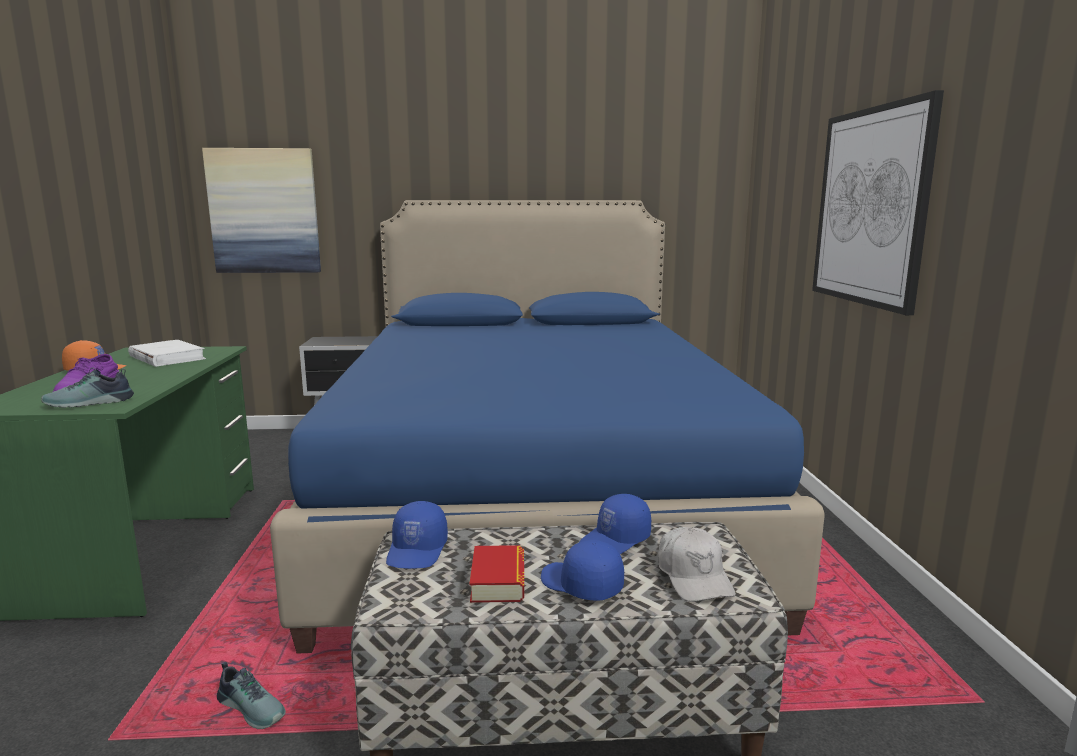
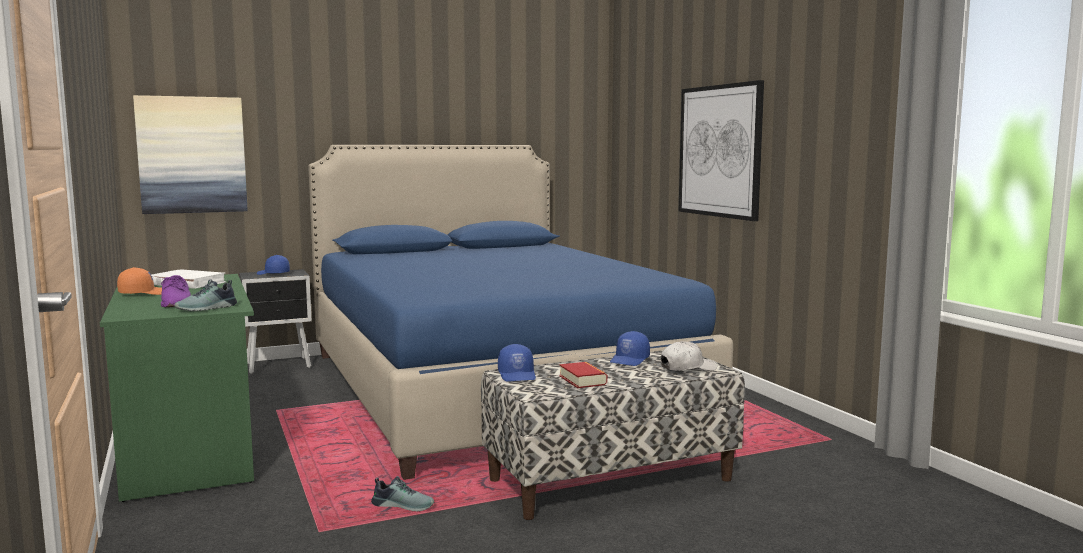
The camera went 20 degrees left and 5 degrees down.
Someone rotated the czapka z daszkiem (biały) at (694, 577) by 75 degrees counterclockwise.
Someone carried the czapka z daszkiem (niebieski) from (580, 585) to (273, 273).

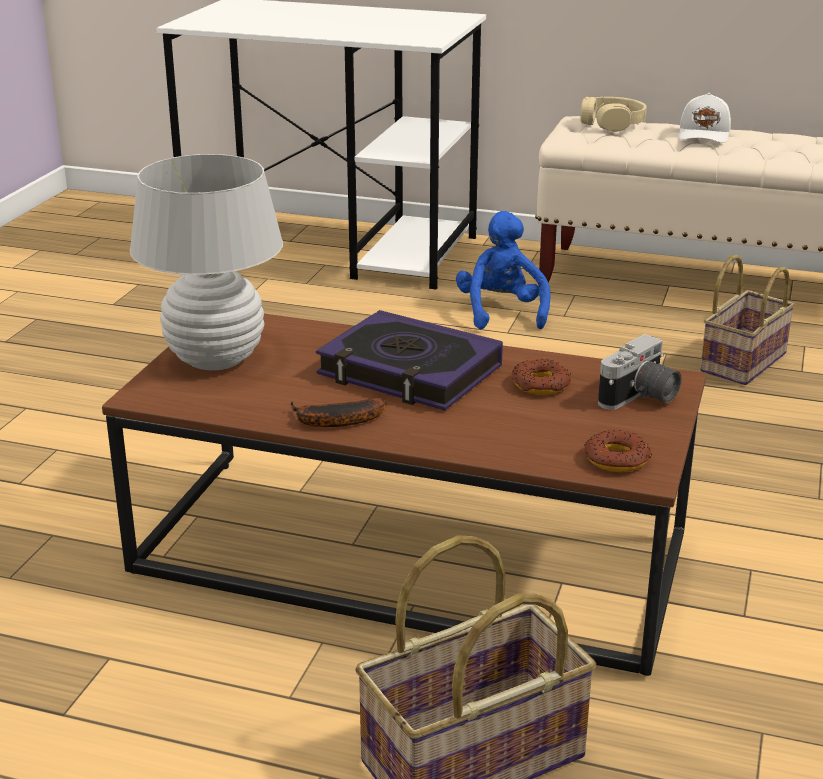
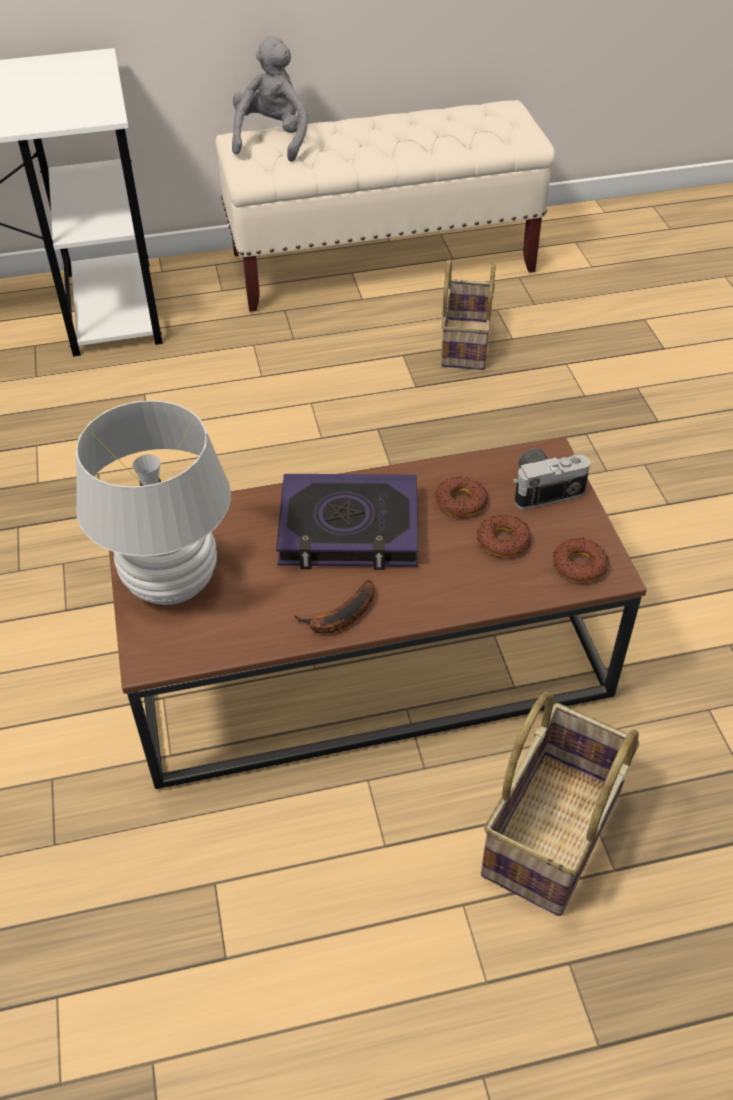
The camera went 30 degrees left and 20 degrees up.
Someone took away the czapka z daszkiem (biały) at (705, 135).
Someone swapped the słuchawki (beżowy) at (611, 123) for the pluszak (szary) at (272, 139).
Someone took away the pluszak (niebieski) at (501, 312).
Someone rotated the aparat fotograficzny at (641, 398) by 120 degrees counterclockwise.
Someone put down the donut at (503, 541).

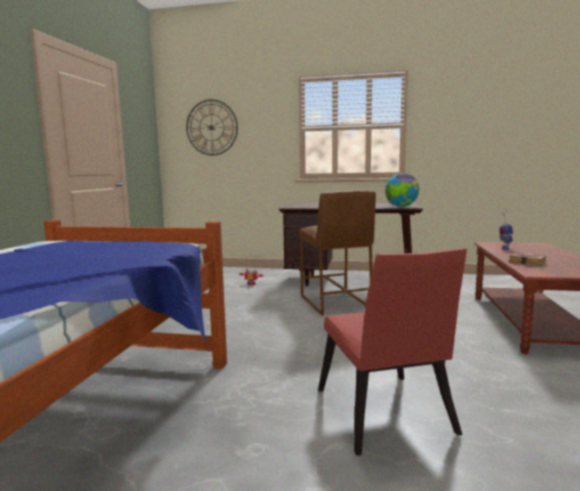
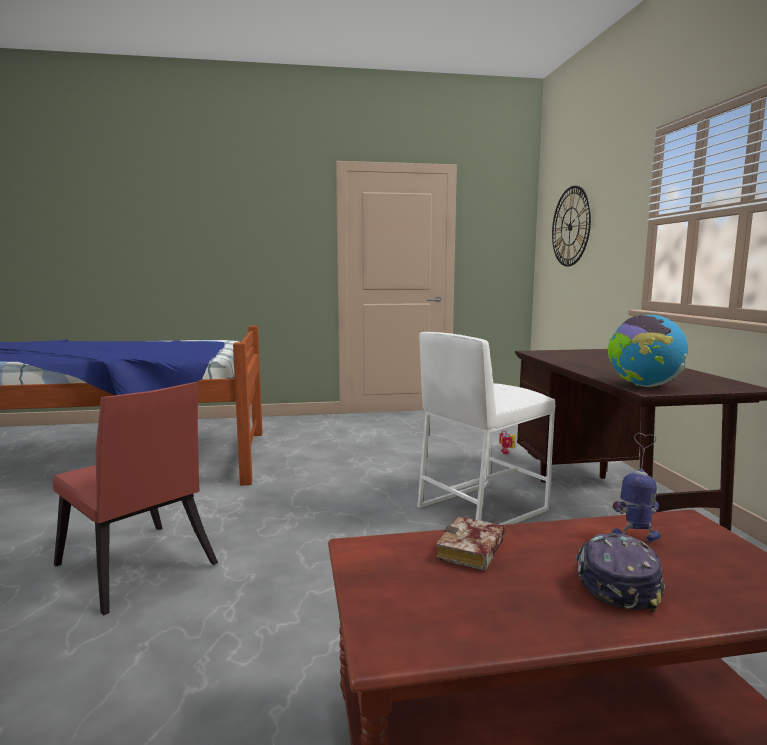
The camera went 70 degrees right and 0 degrees up.
Someone repainted the stołek (brązowy) at (334, 302), which became the stołek (biały) at (481, 508).
Someone rotated the krzesło (czerwony) at (385, 417) by 105 degrees counterclockwise.
Someone put down the czapka z daszkiem at (616, 583).

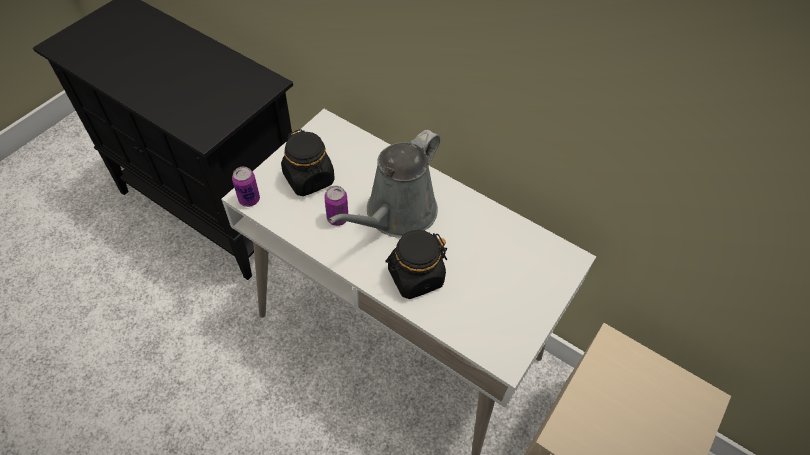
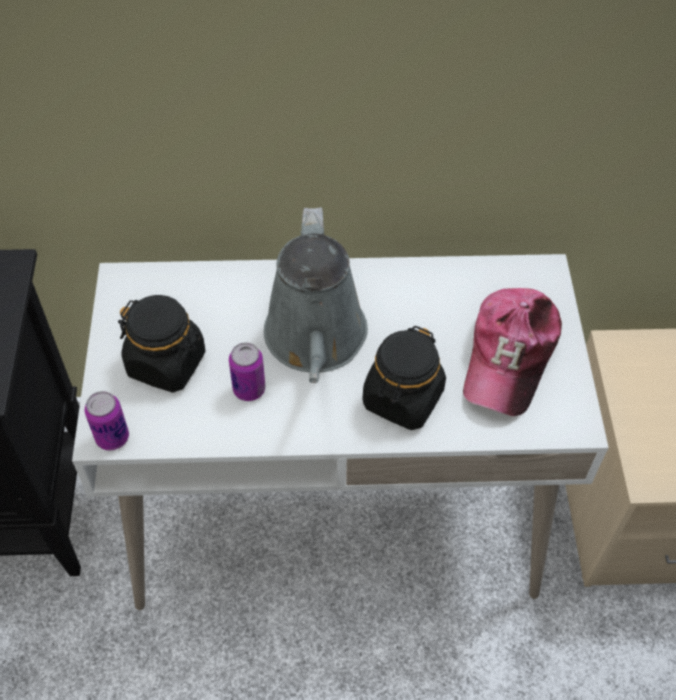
The camera went 35 degrees left and 0 degrees up.
Someone put down the czapka z daszkiem at (510, 356).

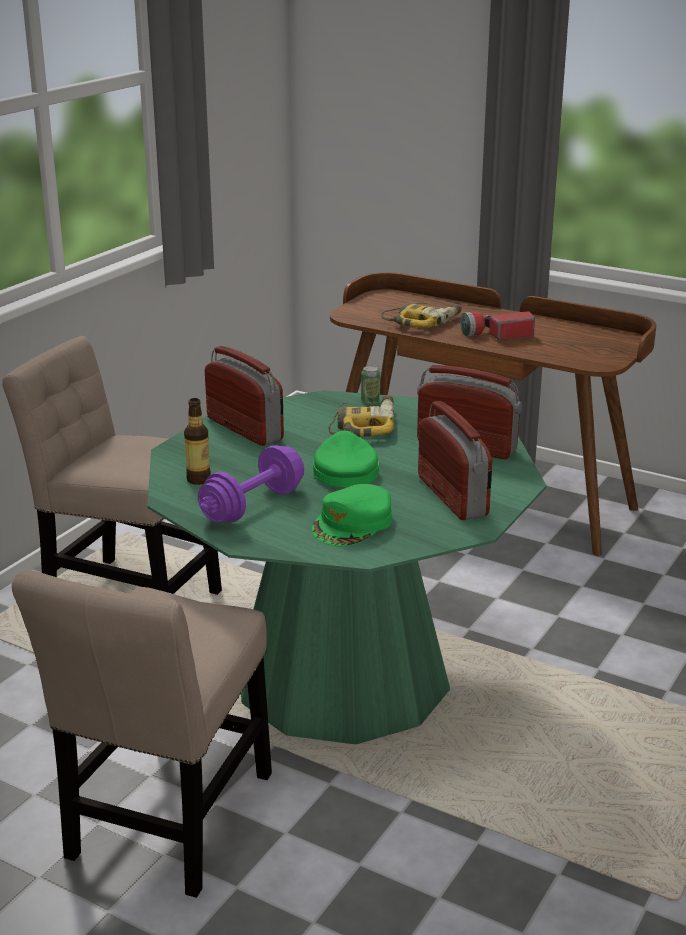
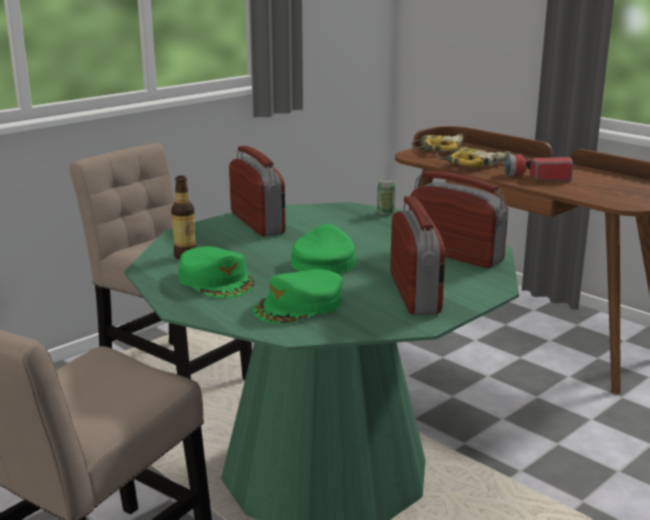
The camera went 15 degrees right and 5 degrees down.
Someone carried the wiertarka from (363, 425) to (439, 149).
Someone swapped the hantel (fioletowy) at (252, 506) for the czapka z daszkiem (zielony) at (217, 281).

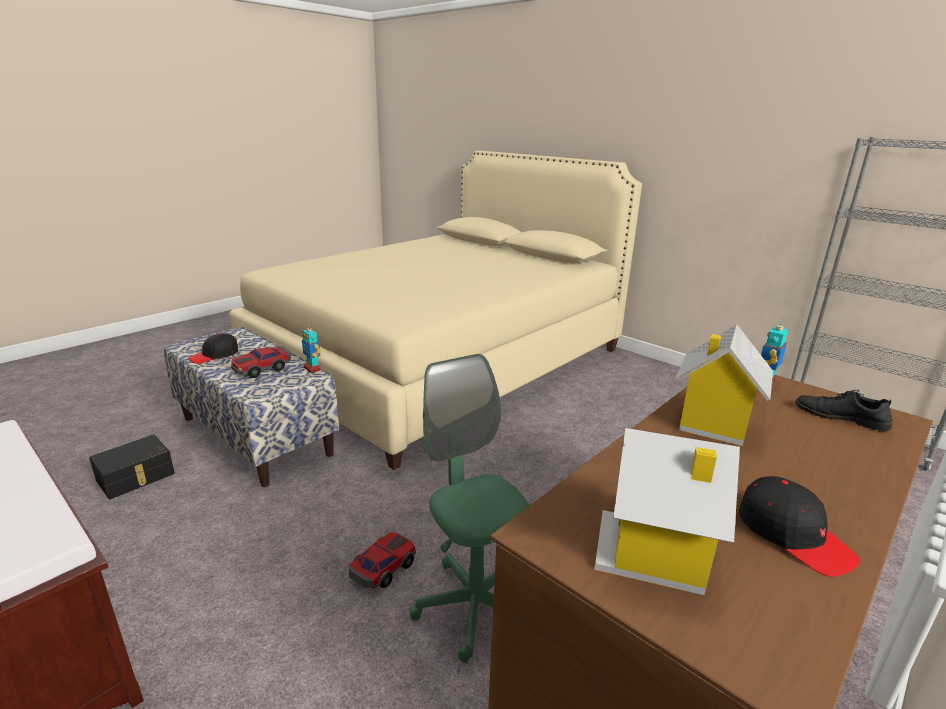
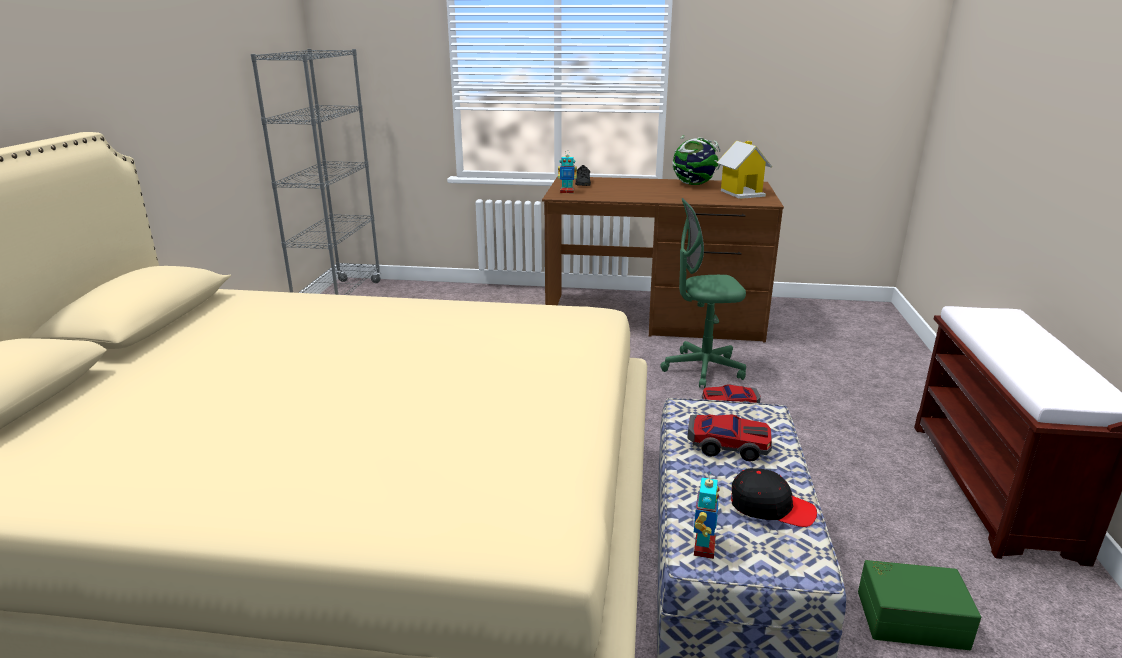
The camera went 125 degrees left and 0 degrees up.
Someone took away the domek at (712, 423).
Someone carried the robot zabawkowy from (312, 369) to (703, 547).
Someone rotated the krzesło biurowe (zielony) at (473, 606) by 60 degrees clockwise.
Someone repainted the pojemnik do przechowywania (czarny) at (136, 477), which became the pojemnik do przechowywania (zielony) at (910, 617).
Someone swapped the czapka z daszkiem (czarny) at (793, 535) for the globus at (694, 184).

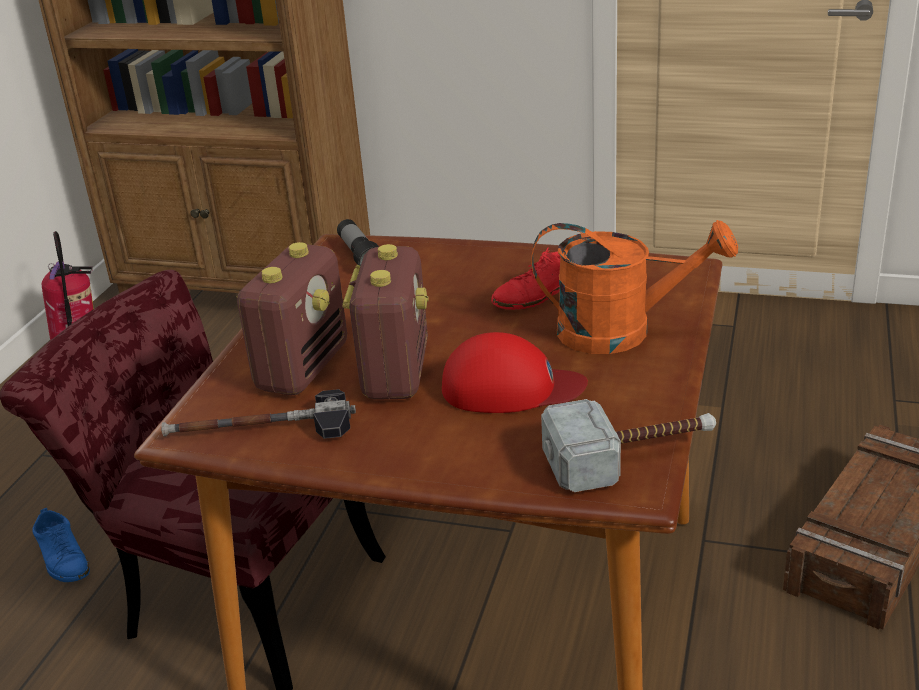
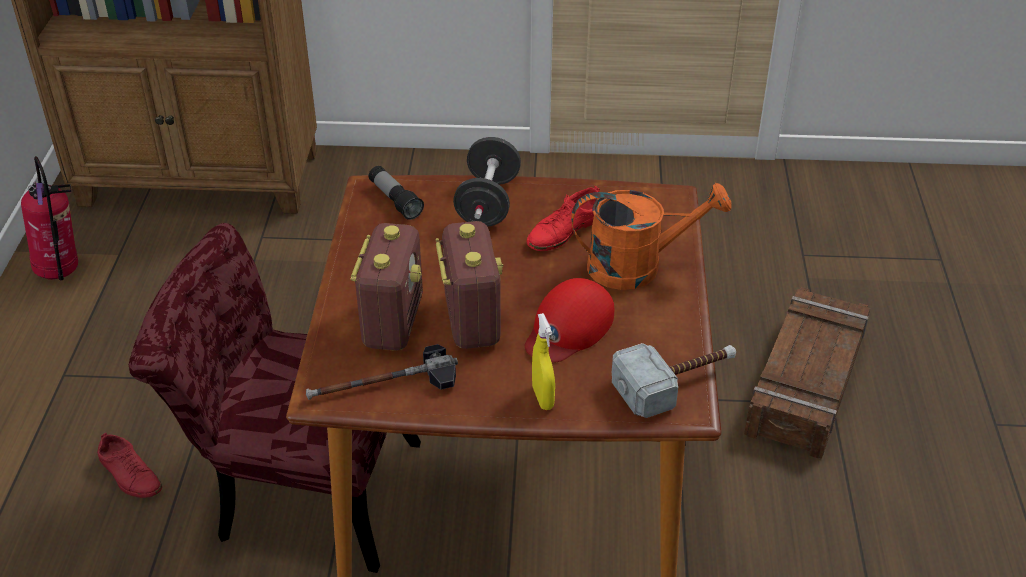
The camera went 15 degrees left and 10 degrees up.
Someone rotated the czapka z daszkiem (czerwony) at (511, 388) by 135 degrees clockwise.
Someone repainted the but (niebieski) at (63, 558), which became the but (czerwony) at (130, 475).
Someone put down the hantel (czarny) at (488, 203).
Someone put down the spryskiwacz (żółty) at (542, 398).

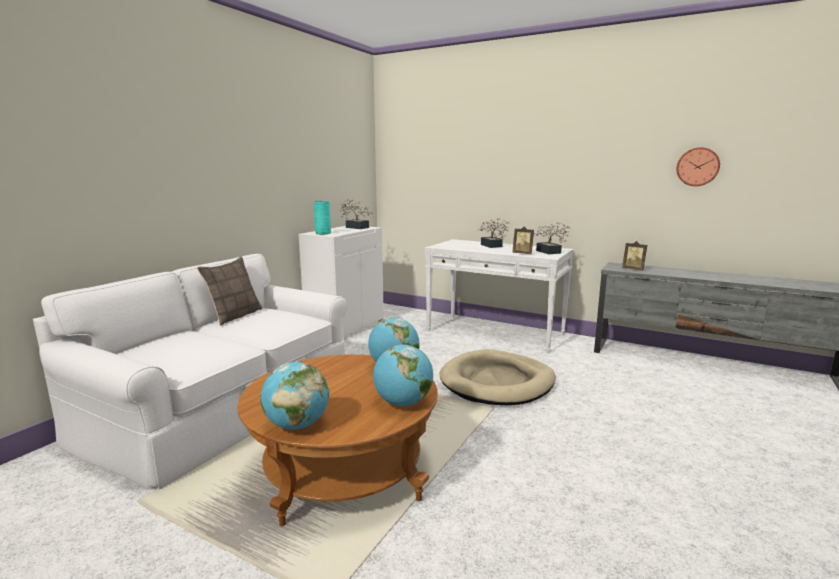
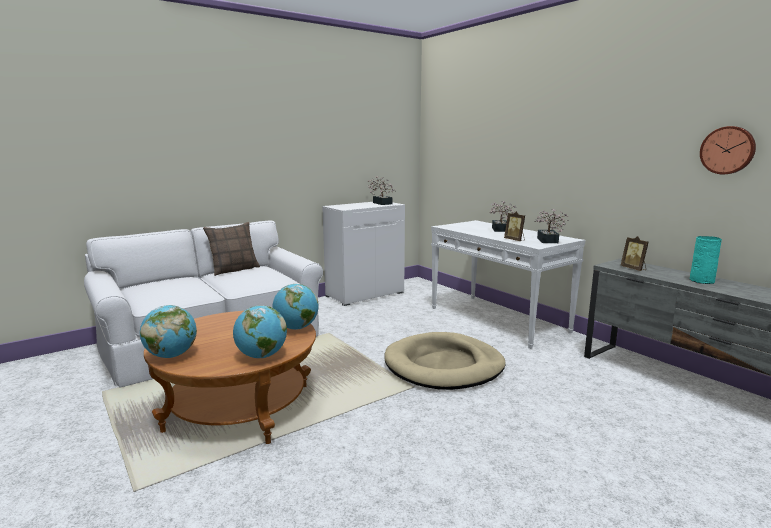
The camera went 25 degrees right and 0 degrees up.
Someone carried the wazon (turkusowy) from (323, 233) to (702, 281).

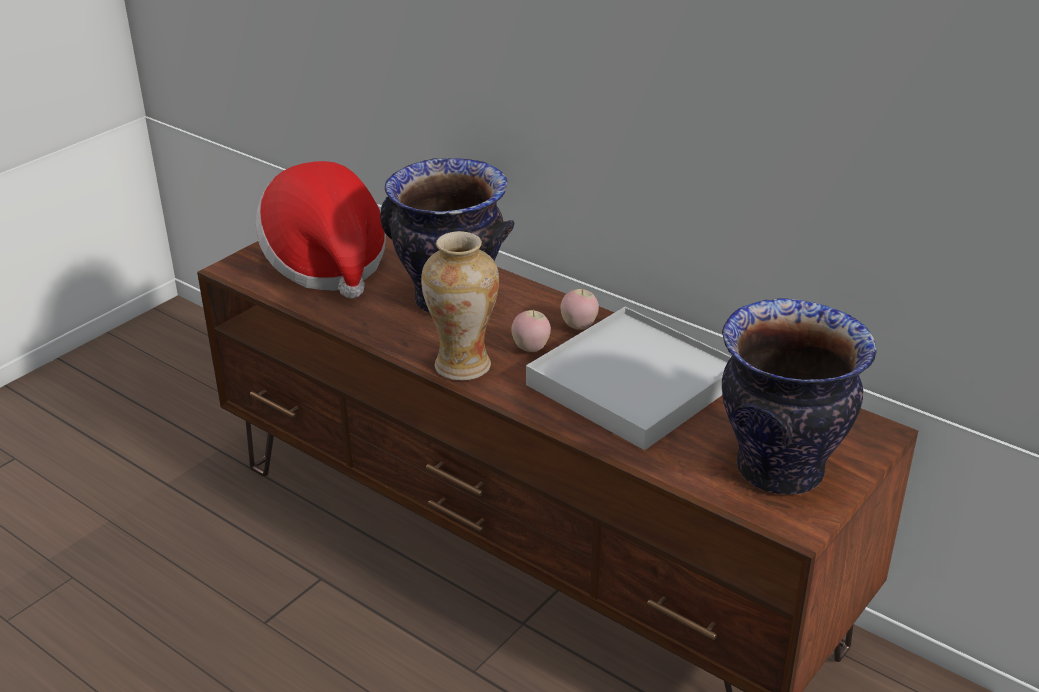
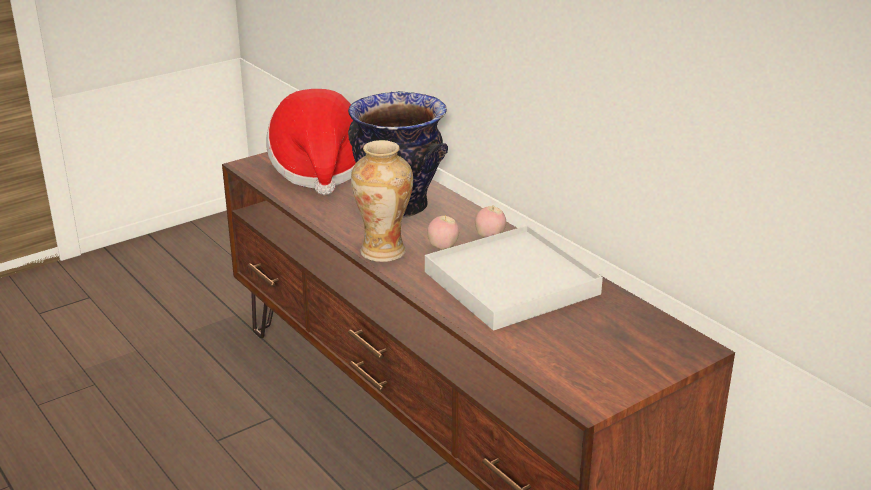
The camera went 15 degrees right and 5 degrees down.
Someone took away the wazon at (781, 471).

